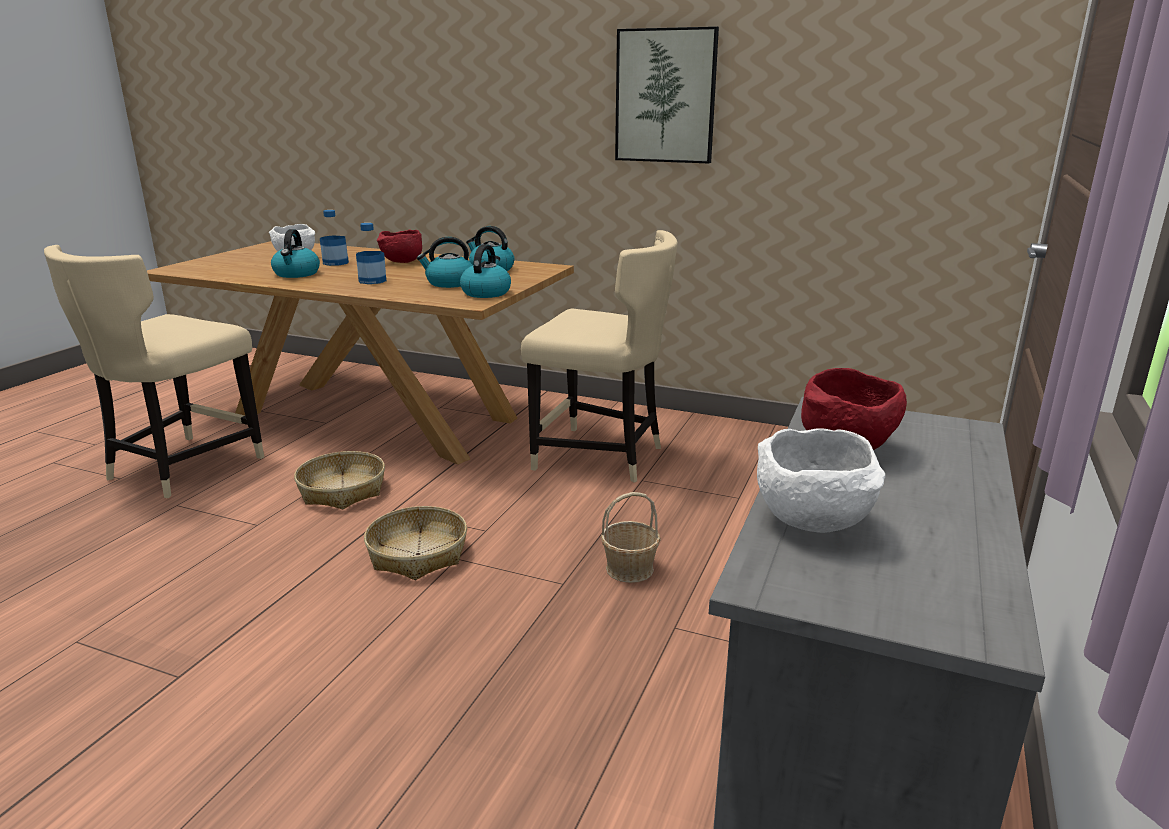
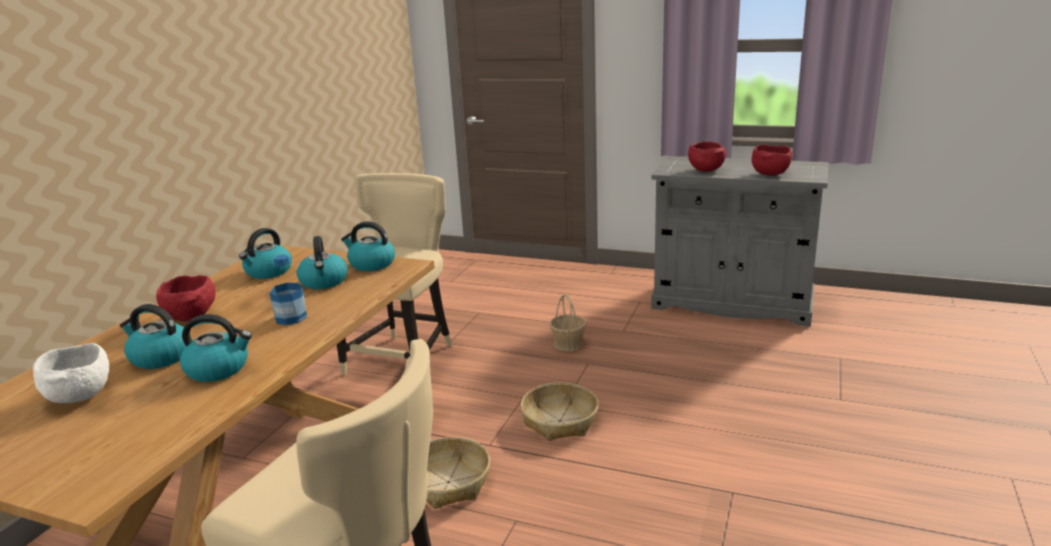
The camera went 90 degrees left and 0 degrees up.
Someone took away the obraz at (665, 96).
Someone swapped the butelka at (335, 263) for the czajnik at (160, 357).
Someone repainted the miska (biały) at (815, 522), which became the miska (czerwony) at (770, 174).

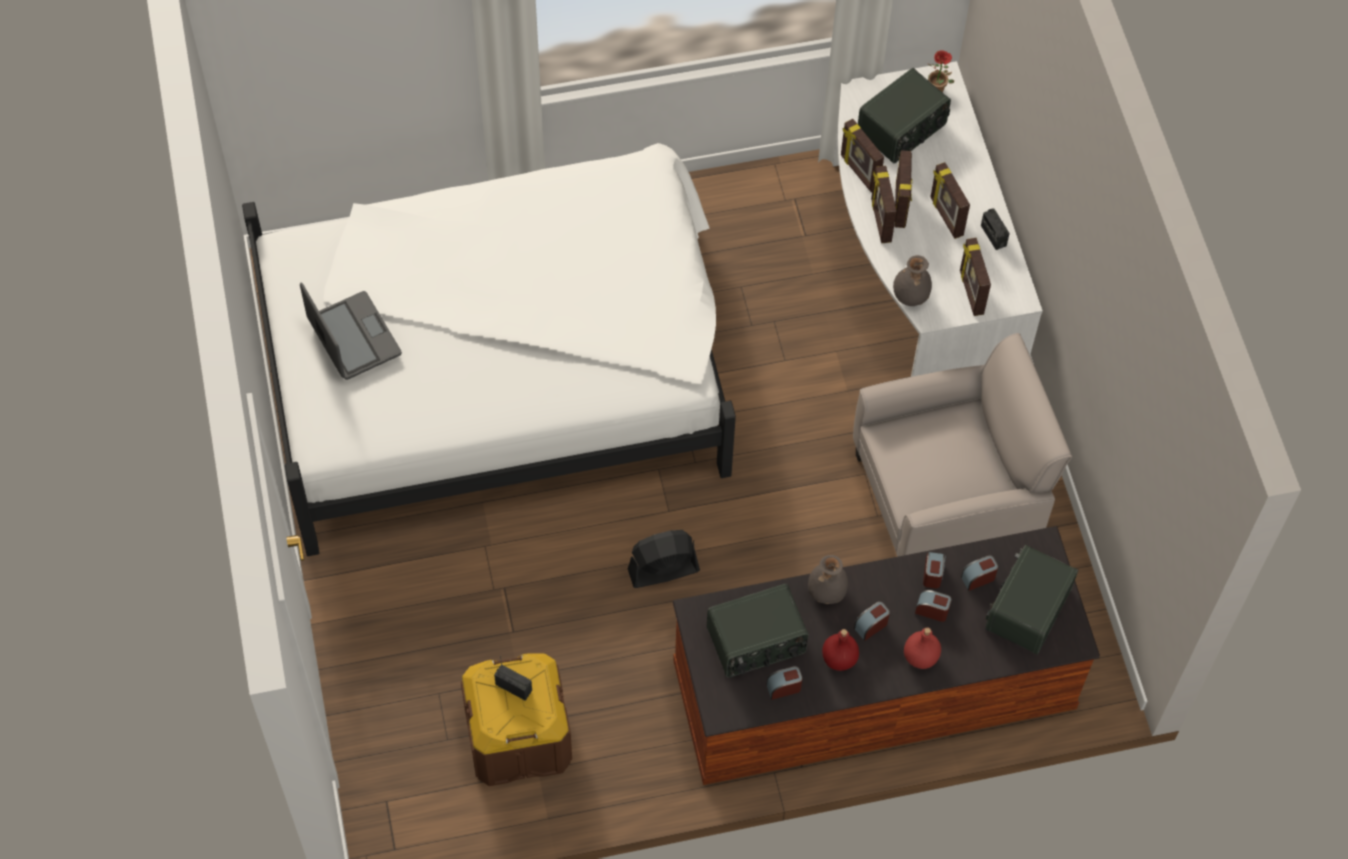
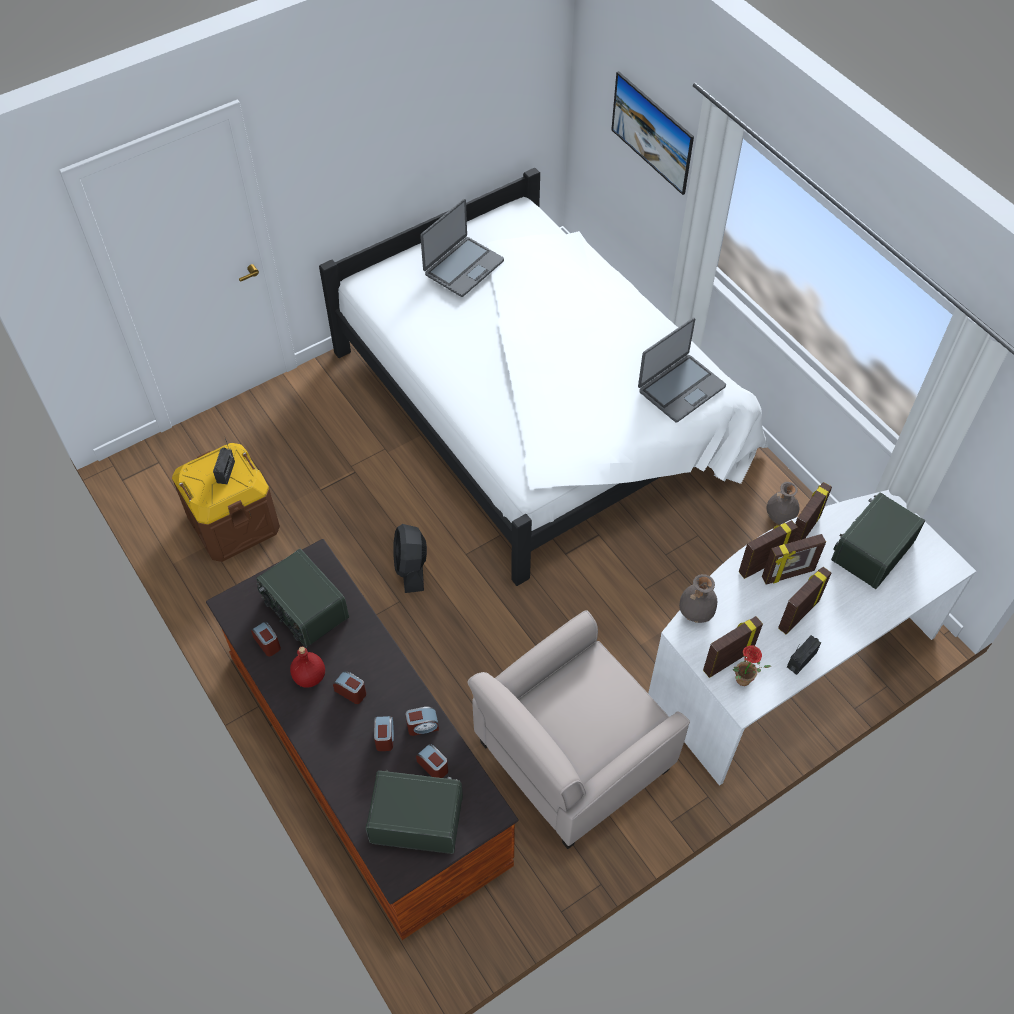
The camera went 70 degrees right and 5 degrees down.
Someone carried the roślina doniczkowa from (938, 91) to (742, 682).
Someone rotated the radio at (902, 129) by 105 degrees clockwise.
Someone rotated the fotel (beżowy) at (946, 498) by 90 degrees clockwise.
Someone rotated the wentylator (czarny) at (663, 570) by 150 degrees counterclockwise.
Someone carried the wazon (szary) from (826, 591) to (780, 516).
Someone took away the butelka (czerwony) at (921, 657).
Someone put up the obraz at (650, 147).
Someone put down the laptop at (680, 388).

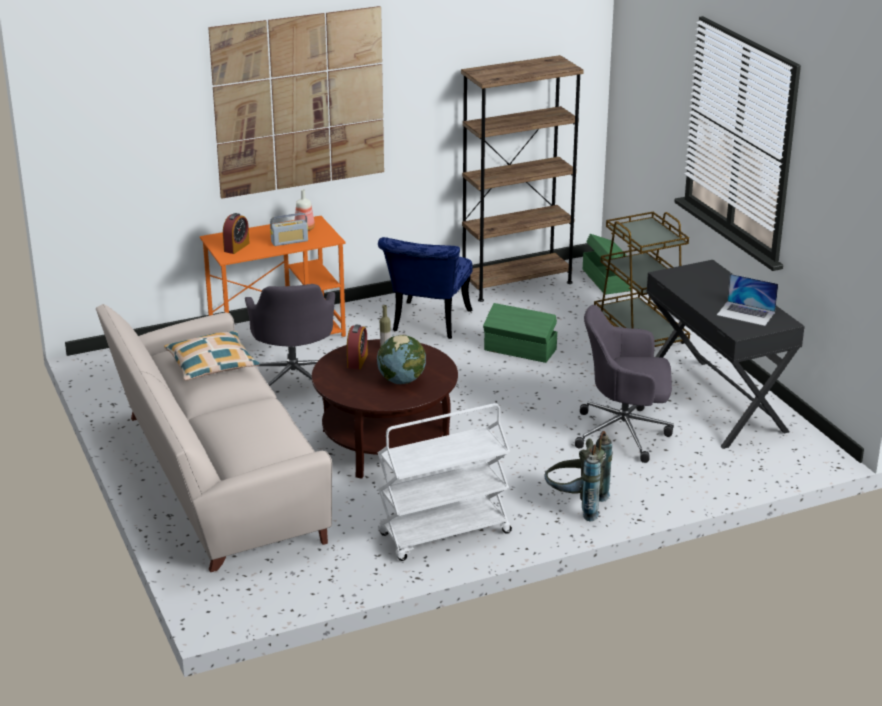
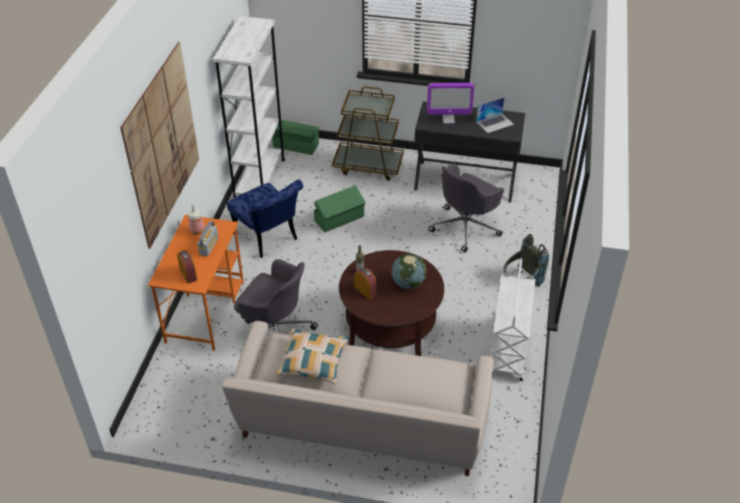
The camera went 55 degrees left and 15 degrees up.
Someone repainted the regał (brązowy) at (516, 283), which became the regał (biały) at (259, 179).
Someone put down the monitor at (448, 119).

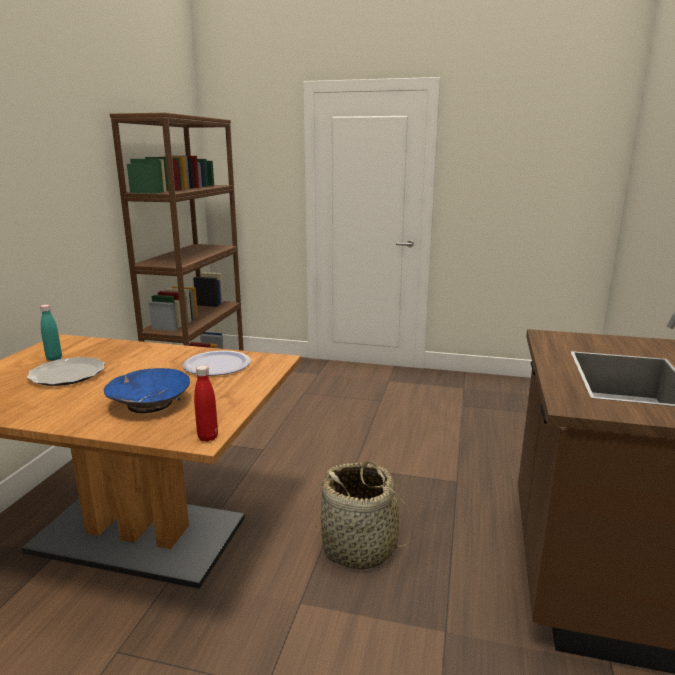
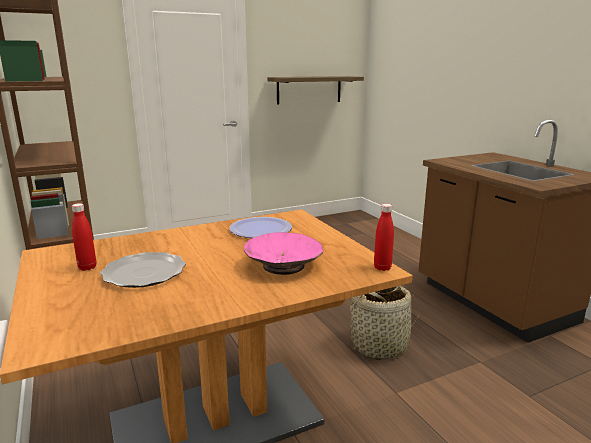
The camera went 40 degrees left and 0 degrees up.
Someone repainted the butelka (turkusowy) at (54, 358), which became the butelka (czerwony) at (87, 267).
Someone repainted the miska (niebieski) at (149, 403), which became the miska (różowy) at (283, 265).
Someone put up the półka at (309, 90).

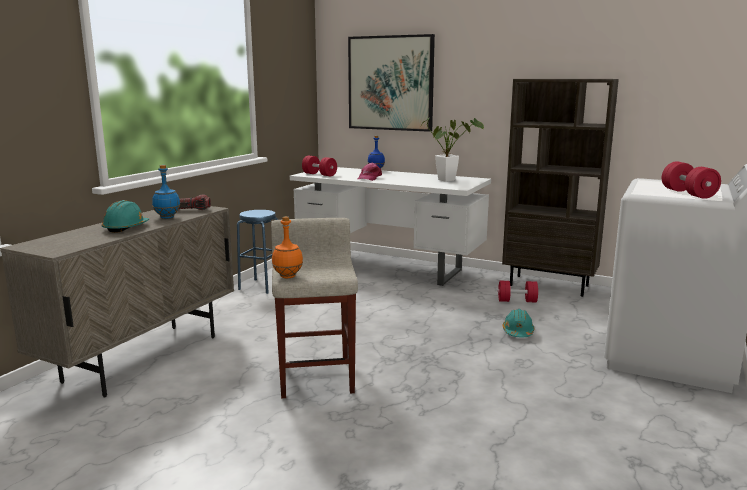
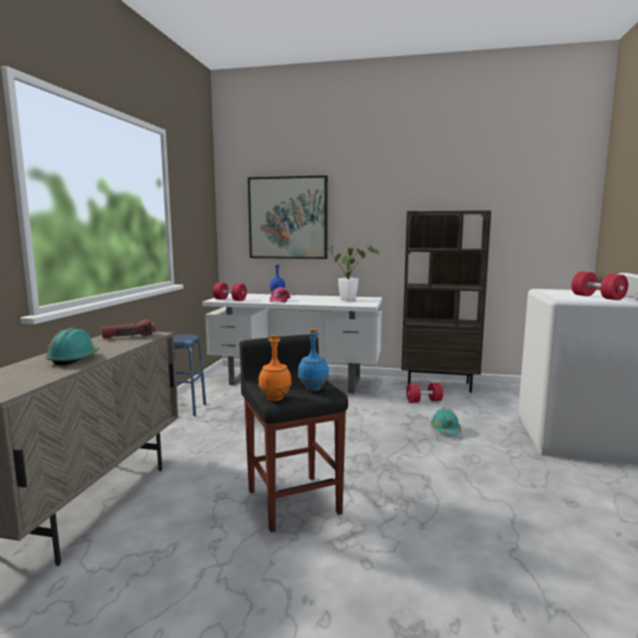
The camera went 15 degrees left and 5 degrees down.
Someone carried the butelka (niebieski) from (167, 217) to (313, 389).
Someone repainted the stołek (beżowy) at (316, 377), which became the stołek (czarny) at (293, 500).

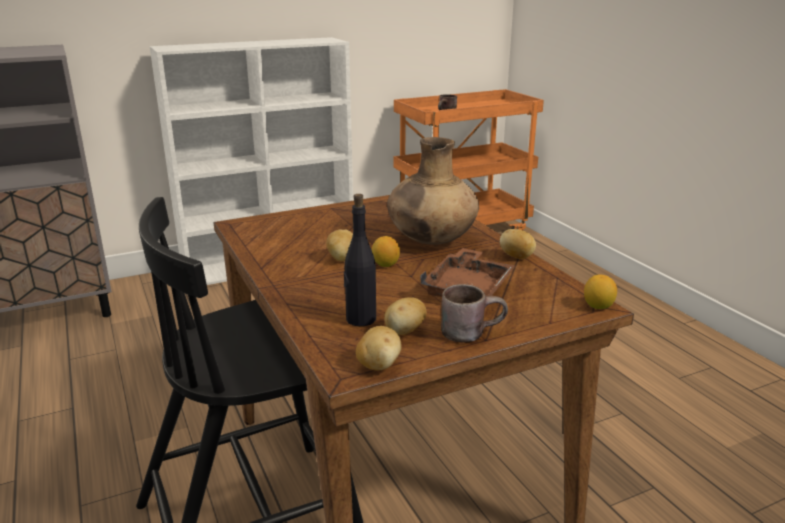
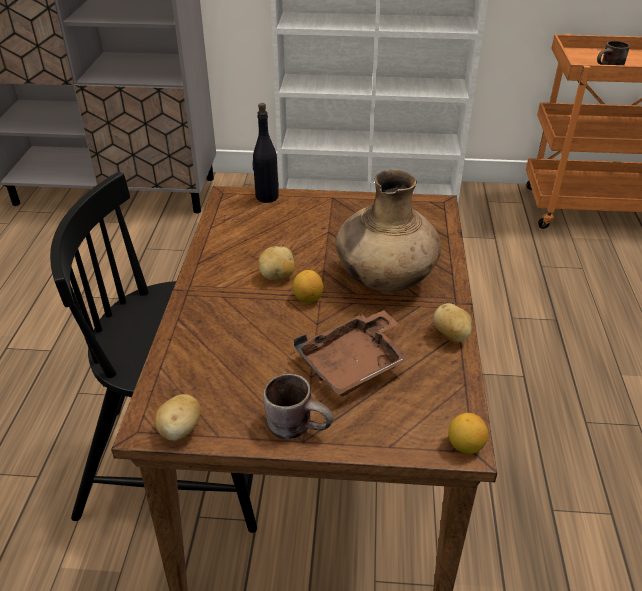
The camera went 30 degrees right and 15 degrees up.
Someone carried the butelka (czarny) from (360, 319) to (266, 197).
Someone took away the ziemniak at (404, 332).

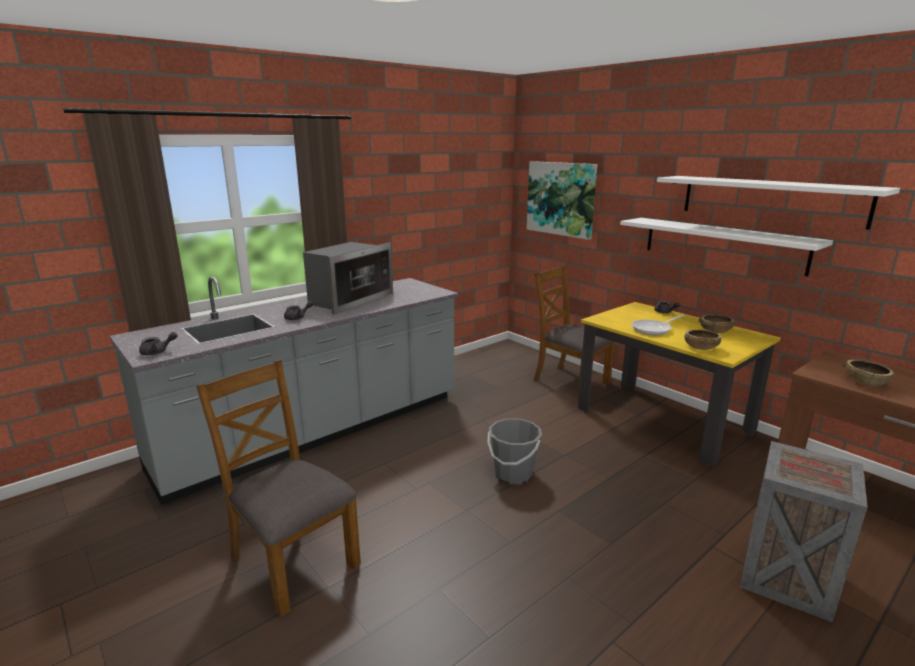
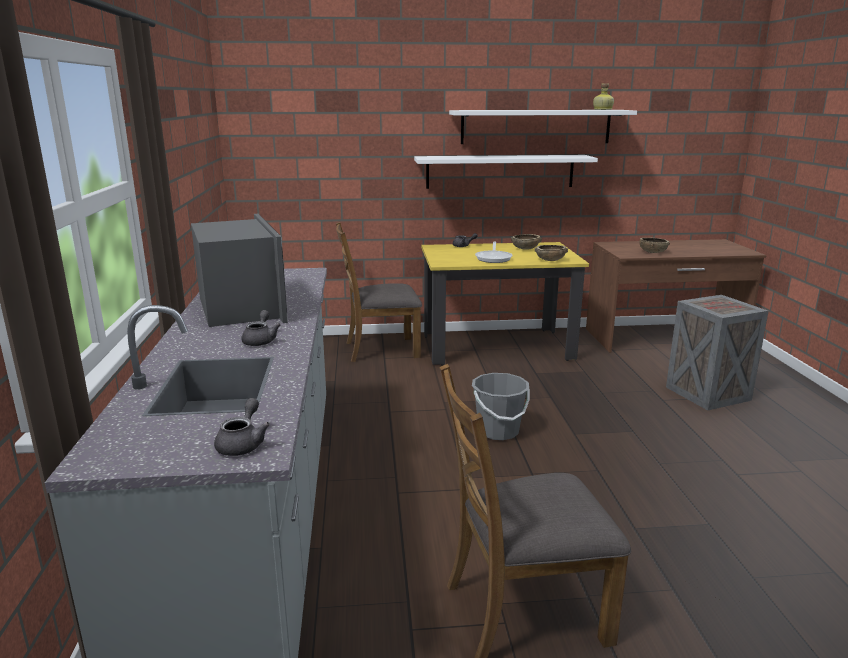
The camera went 55 degrees left and 0 degrees up.
Someone took away the obraz at (561, 199).
Someone put down the butelka at (602, 109).

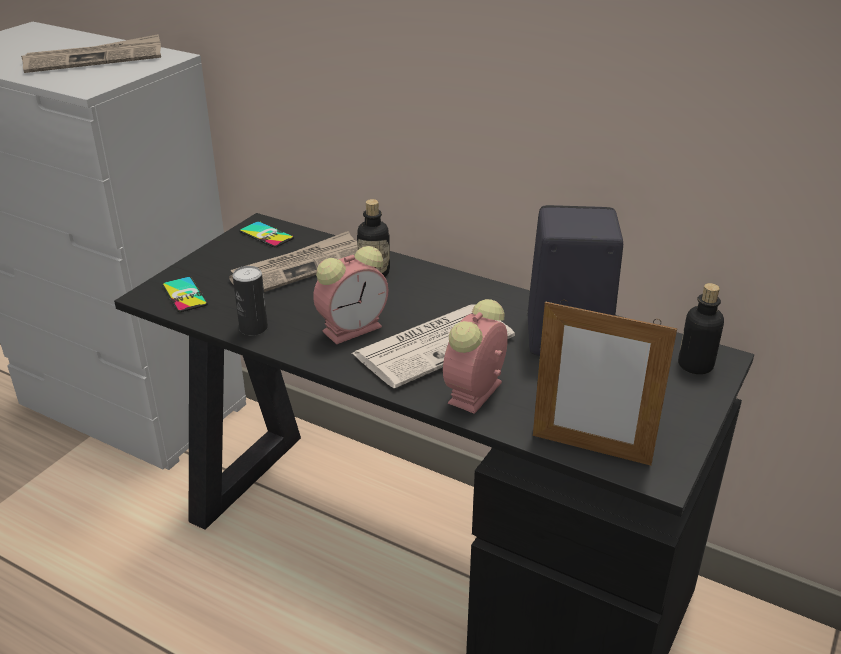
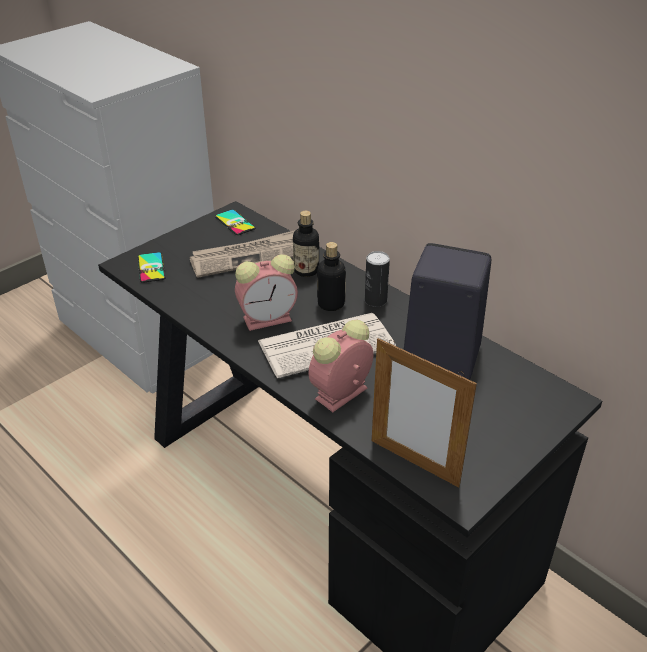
The camera went 15 degrees right and 5 degrees up.
Someone took away the gazeta at (95, 59).
Someone carried the puszka from (253, 328) to (375, 300).
Someone carried the butelka from (695, 365) to (331, 304).

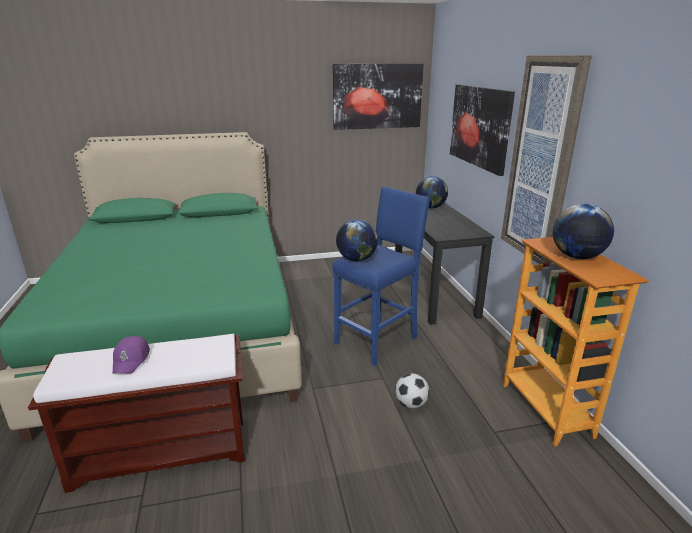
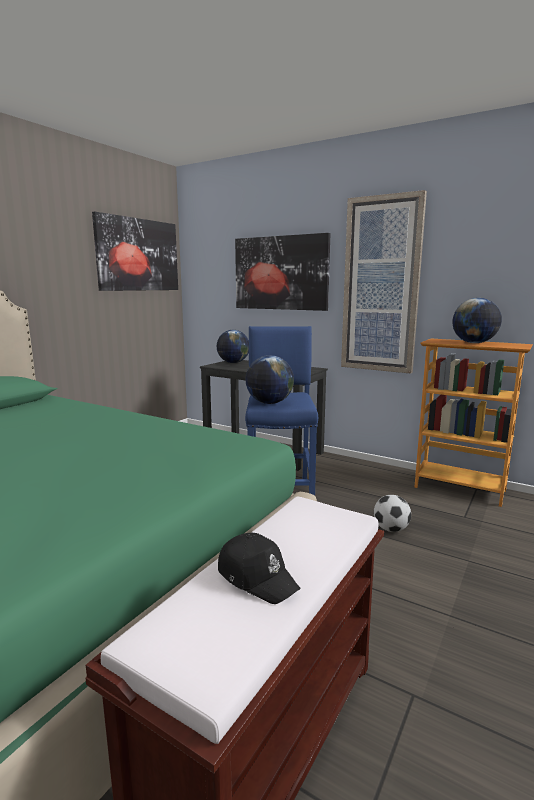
The camera went 45 degrees left and 10 degrees down.
Someone repainted the czapka z daszkiem (fioletowy) at (131, 360), which became the czapka z daszkiem (czarny) at (257, 577).

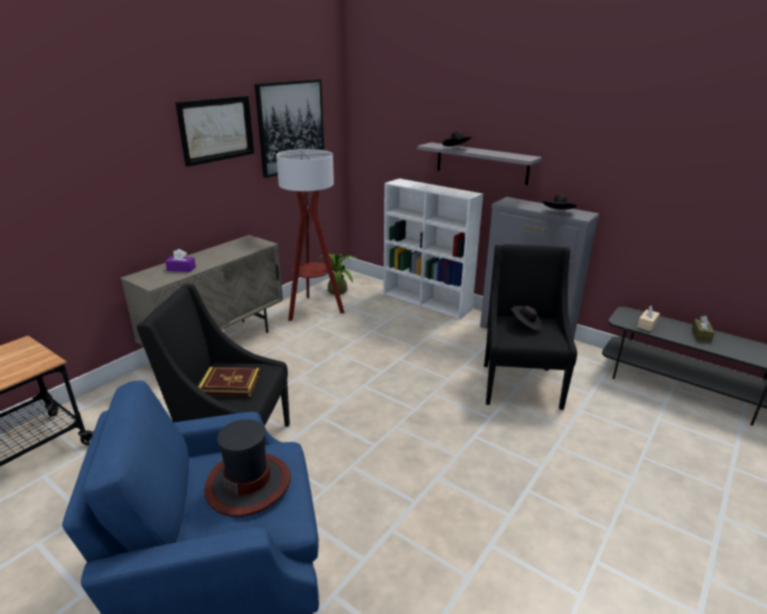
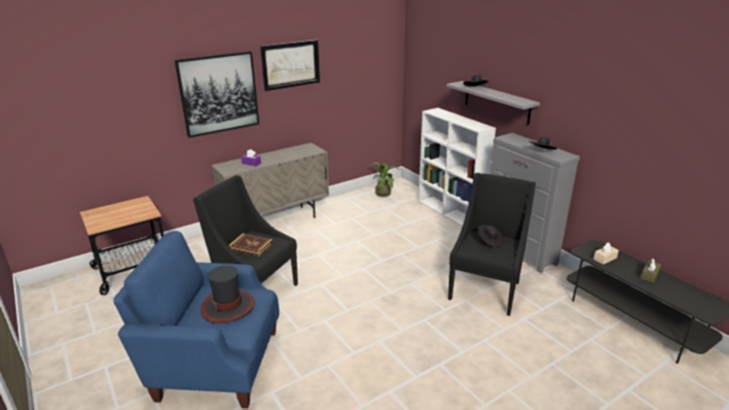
The camera went 20 degrees right and 0 degrees up.
Someone carried the obraz from (291, 127) to (219, 93).
Someone took away the lampa stojąca at (313, 309).

